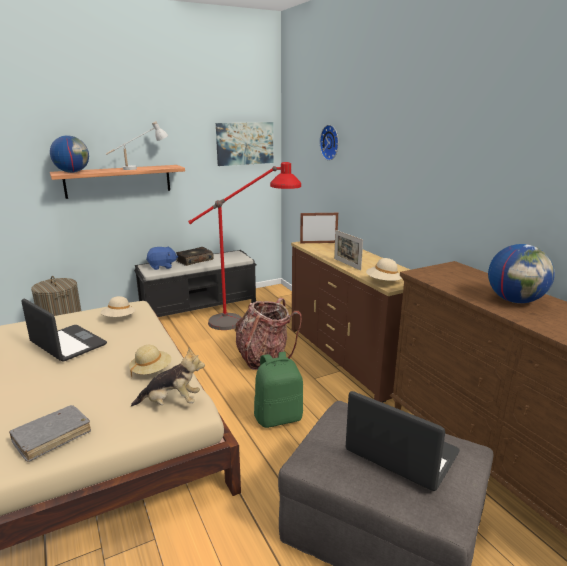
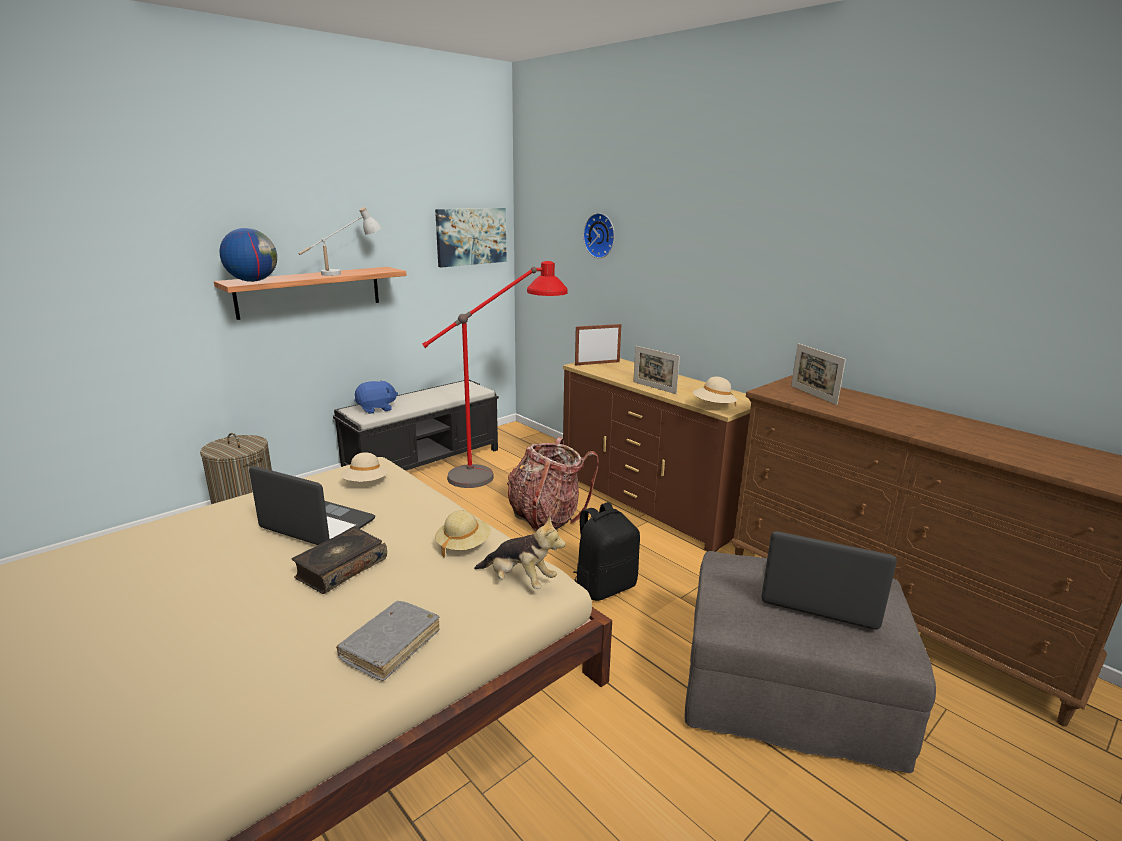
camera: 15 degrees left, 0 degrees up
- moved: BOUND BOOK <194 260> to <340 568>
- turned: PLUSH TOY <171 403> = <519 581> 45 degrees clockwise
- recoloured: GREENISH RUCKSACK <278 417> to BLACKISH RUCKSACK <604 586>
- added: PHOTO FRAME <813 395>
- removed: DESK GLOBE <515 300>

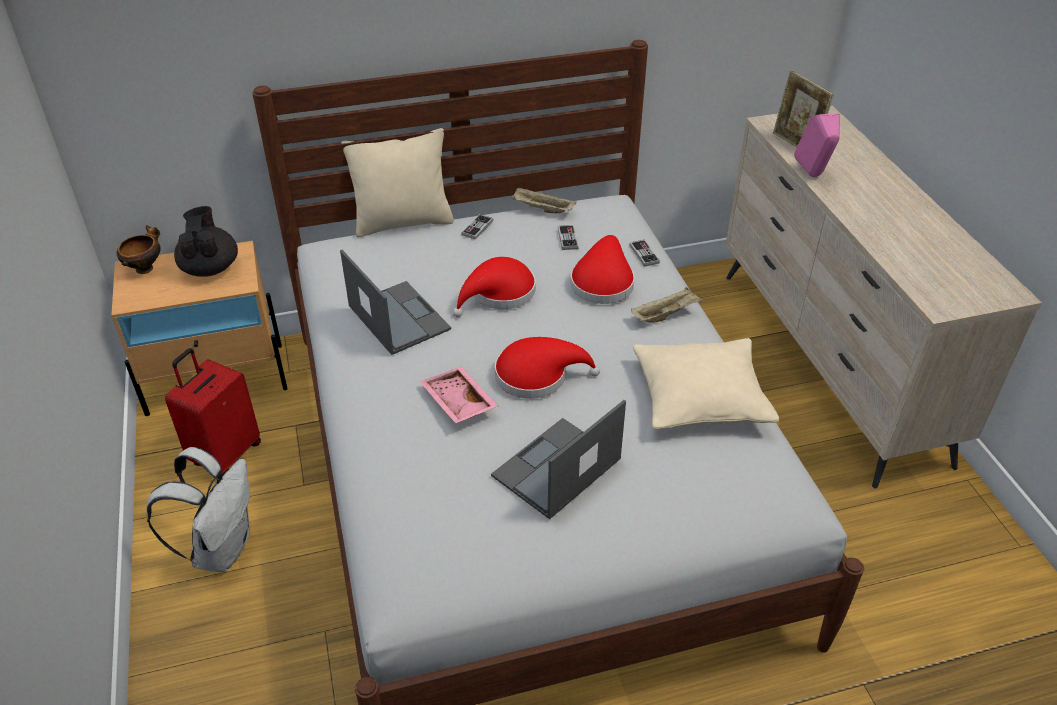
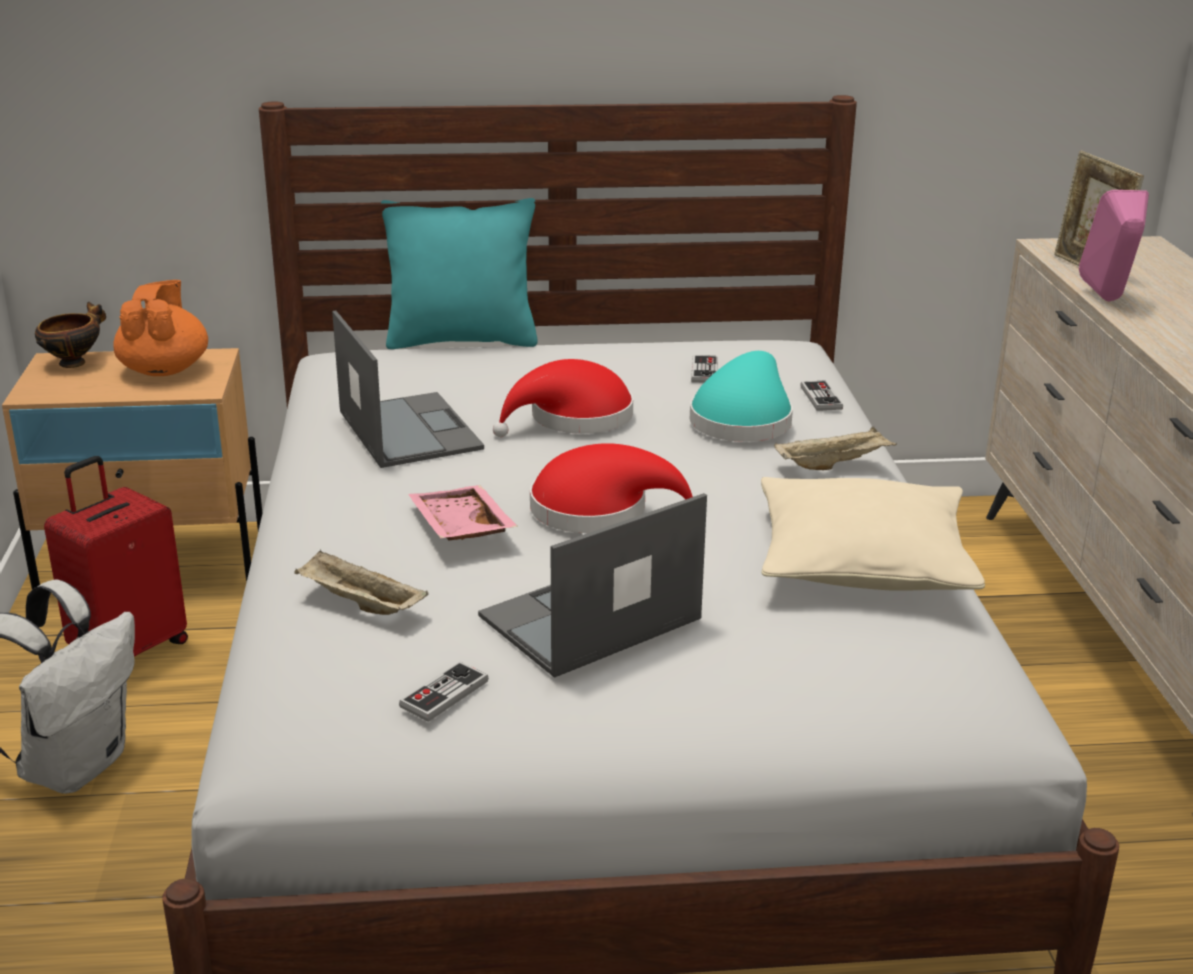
camera: 10 degrees right, 15 degrees down
- recoloured: BLACKISH TEA POT <210 267> to ORANGE-COLOURED TEA POT <165 369>
- moved: SAND-COLOURED CARRYING TRAY <542 209> to <359 604>
- recoloured: SAND-COLOURED CUSHION <403 222> to BLUE-GREEN CUSHION <462 340>
- moved: JOYPAD <477 228> to <444 694>
- recoloured: RED HAT <602 282> to BLUE-GREEN HAT <743 420>

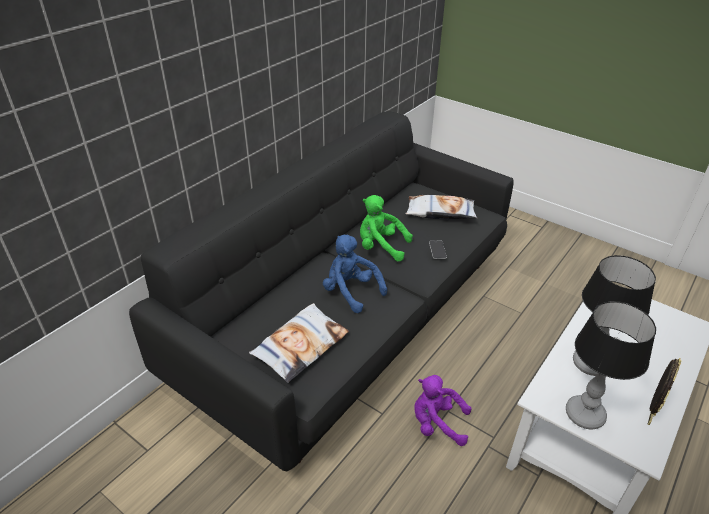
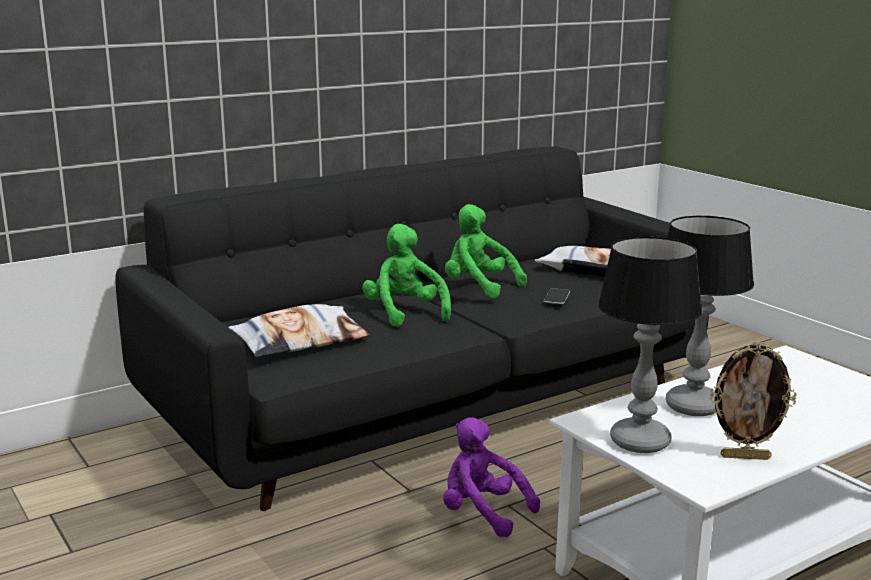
camera: 20 degrees right, 20 degrees down
- recoloured: BLUISH PLUSH TOY <351 291> to GREENISH PLUSH TOY <404 313>
- turned: PHOTO FRAME <649 414> = <745 457> 45 degrees clockwise

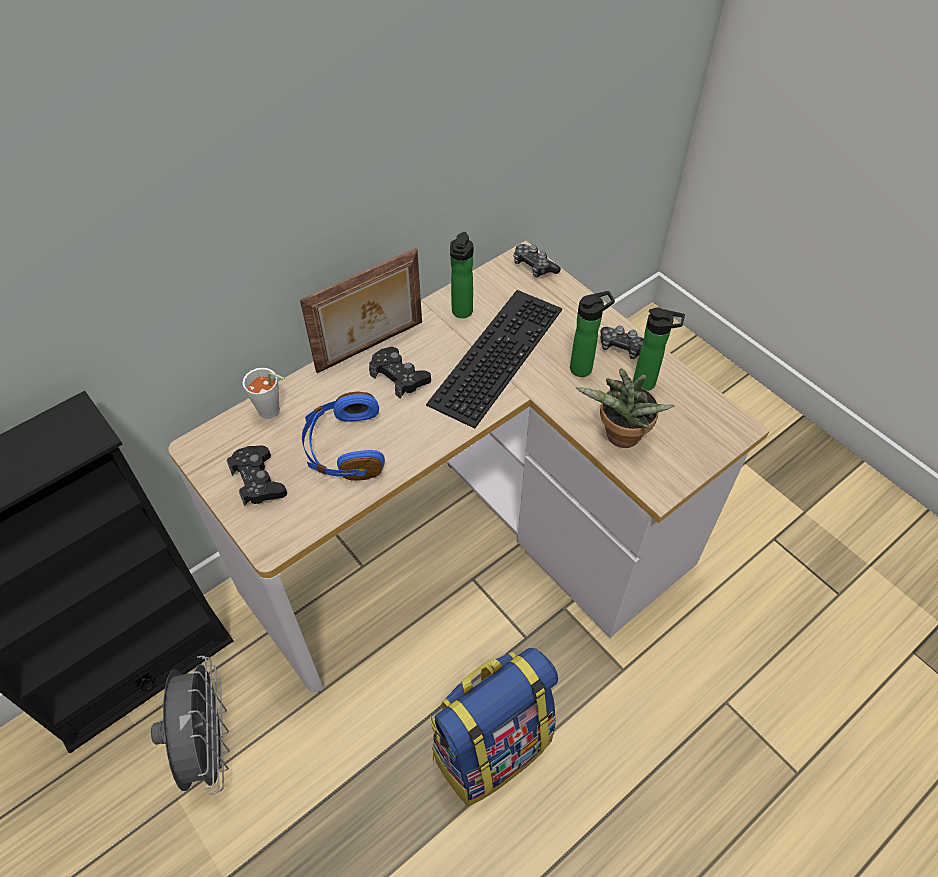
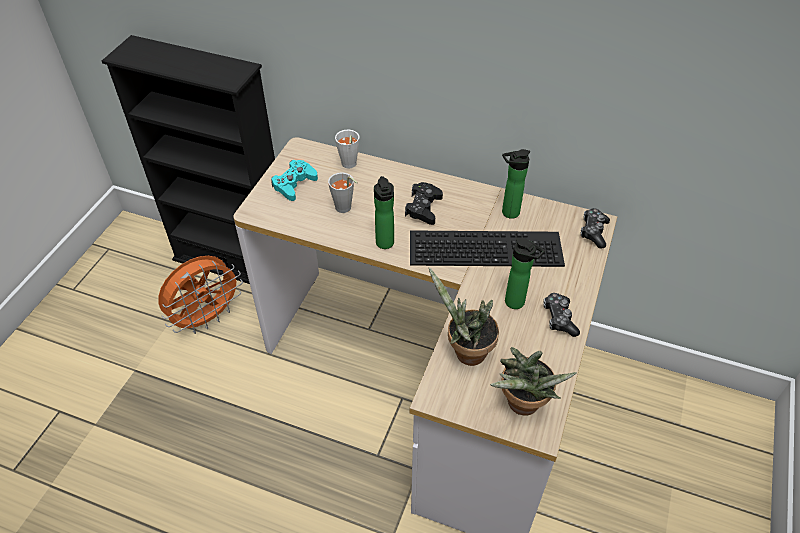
camera: 60 degrees right, 5 degrees down
- recoloured: GRAY ELECTRIC FAN <209 745> to ORANGE-COLOURED ELECTRIC FAN <207 318>
- recoloured: BLACKISH JOYPAD <258 481> to BLUE-GREEN JOYPAD <294 184>
- replaced: BLUISH PAIR OF HEADPHONES <344 448> to GRAY DRINKING CUP <345 209>
- moved: BEVERAGE BOTTLE <648 383> to <385 245>
- added: PLANT IN A POT <522 406>
- removed: PHOTO FRAME <371 348>
- removed: RUCKSACK <491 745>

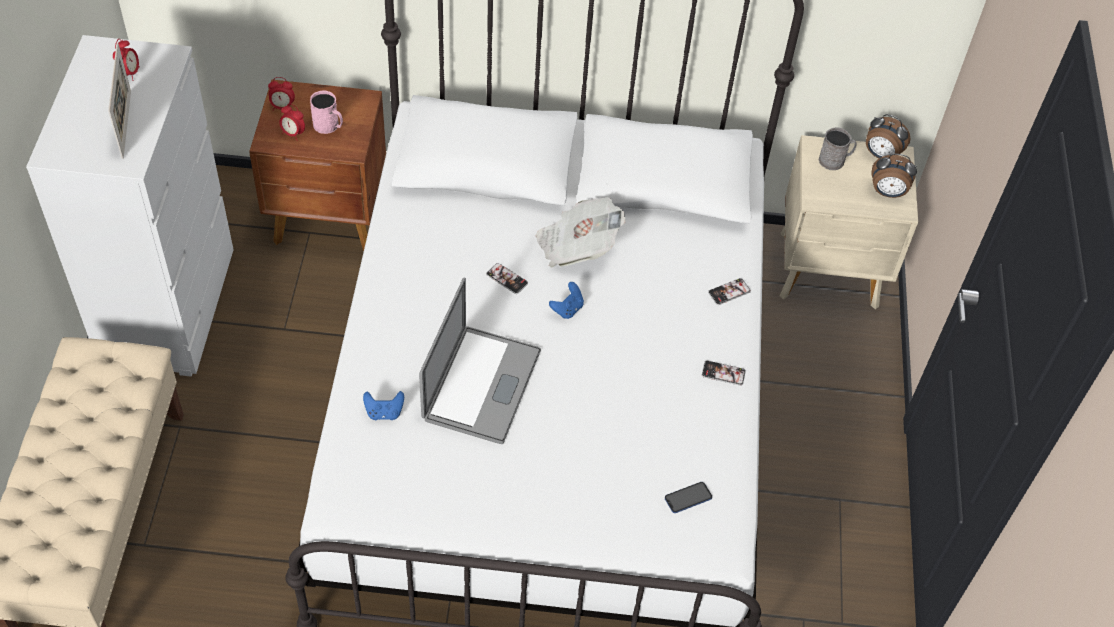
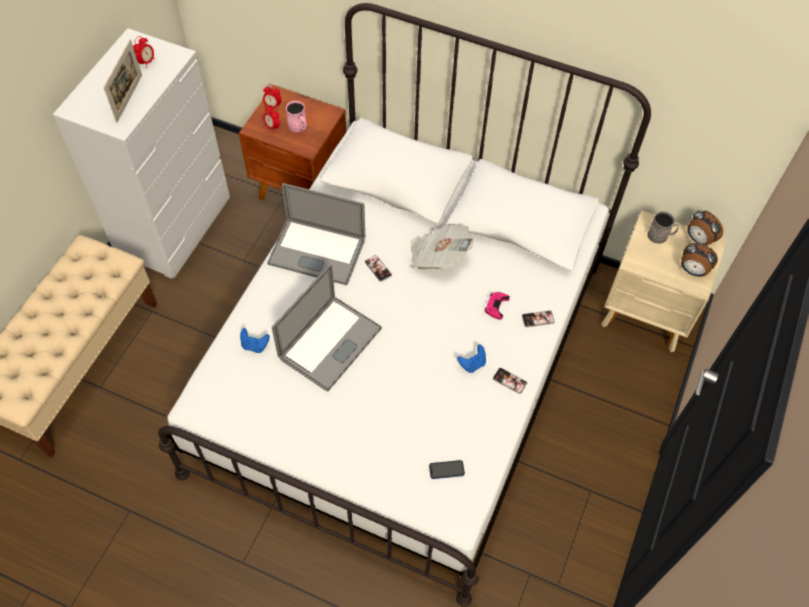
camera: 20 degrees right, 5 degrees up
- added: PORTABLE COMPUTER <317 251>
- moved: BLUISH JOYPAD <567 309> to <472 364>
- added: PINK JOYPAD <496 306>

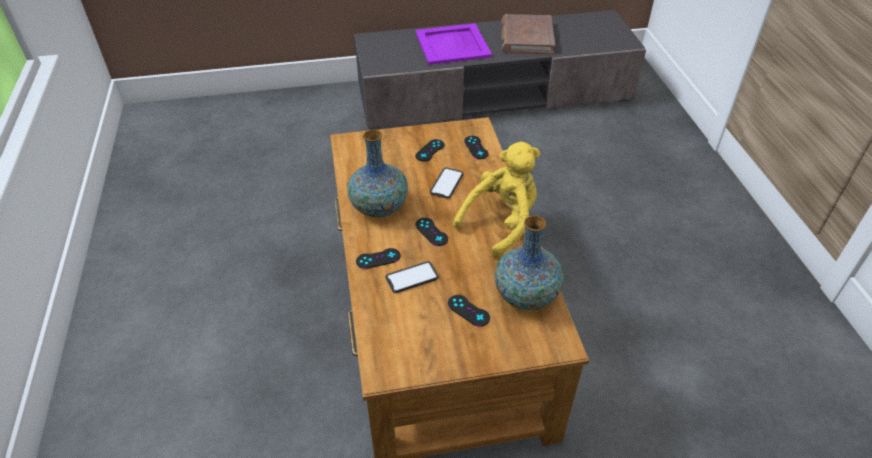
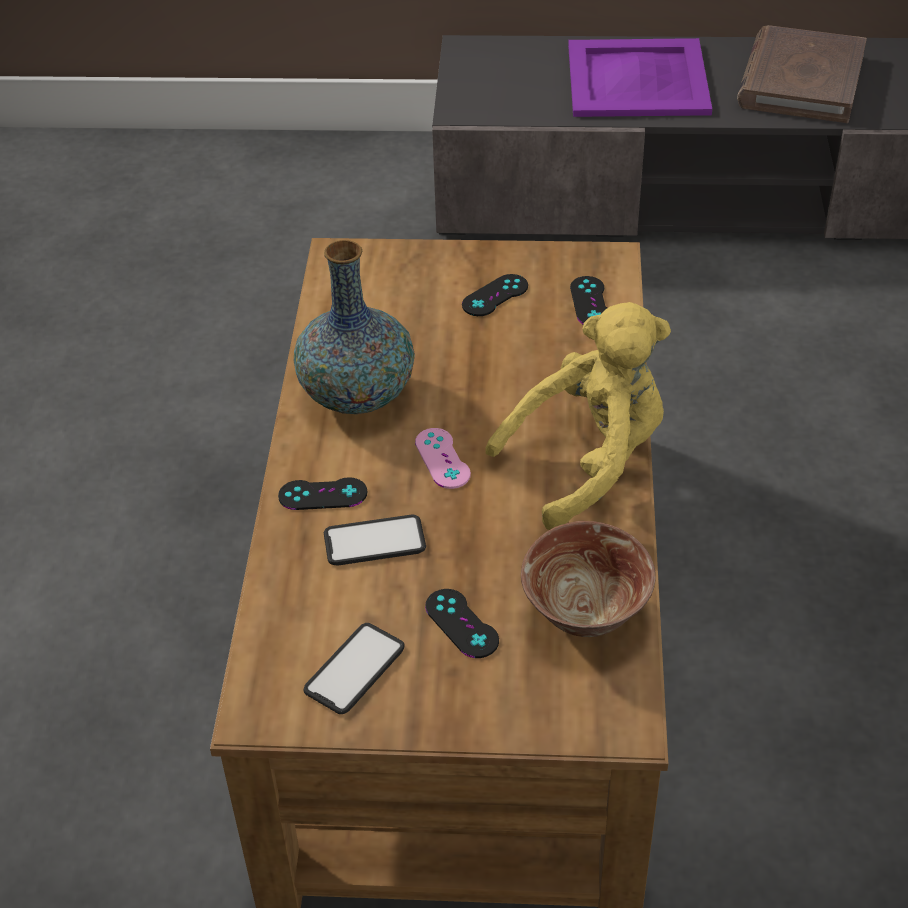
camera: 15 degrees right, 0 degrees up
- moved: PHONE <446 183> to <354 669>
- recoloured: BLACKISH JOYPAD <431 232> to PINK JOYPAD <442 458>
- replaced: DECORATIVE VASE <526 295> to DEEP DISH <586 614>

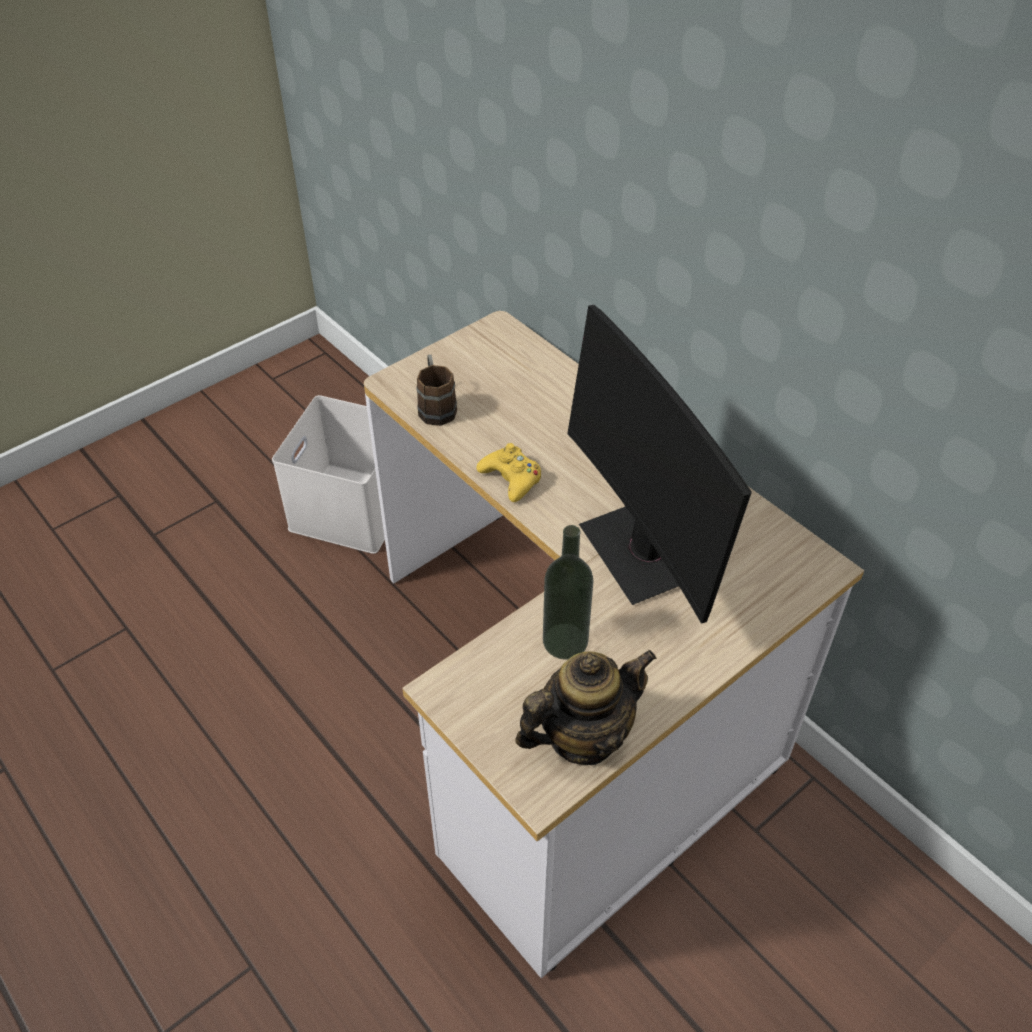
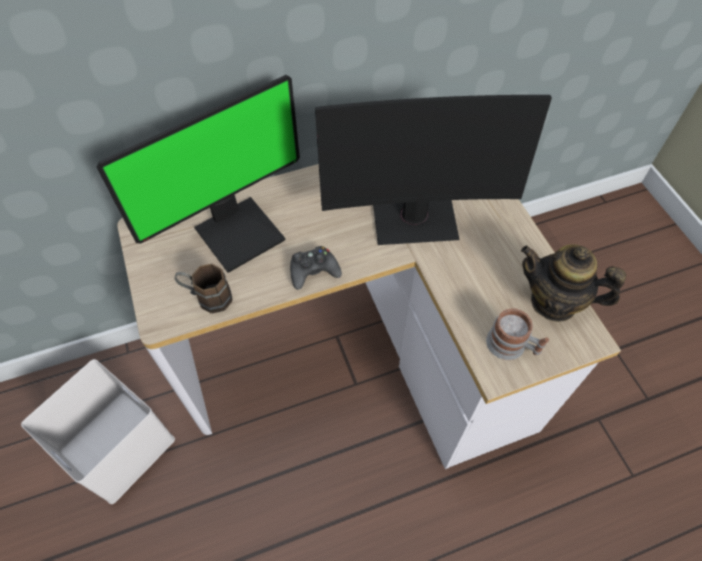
camera: 70 degrees left, 10 degrees up
- added: MONITOR <238 231>
- recoloured: YELLOW JOYPAD <511 478> to BLACKISH JOYPAD <313 271>
- added: COFFEE MUG <512 346>
- turned: TEA POT <582 736> = <554 302> 60 degrees counterclockwise
- removed: BEVERAGE BOTTLE <565 641>

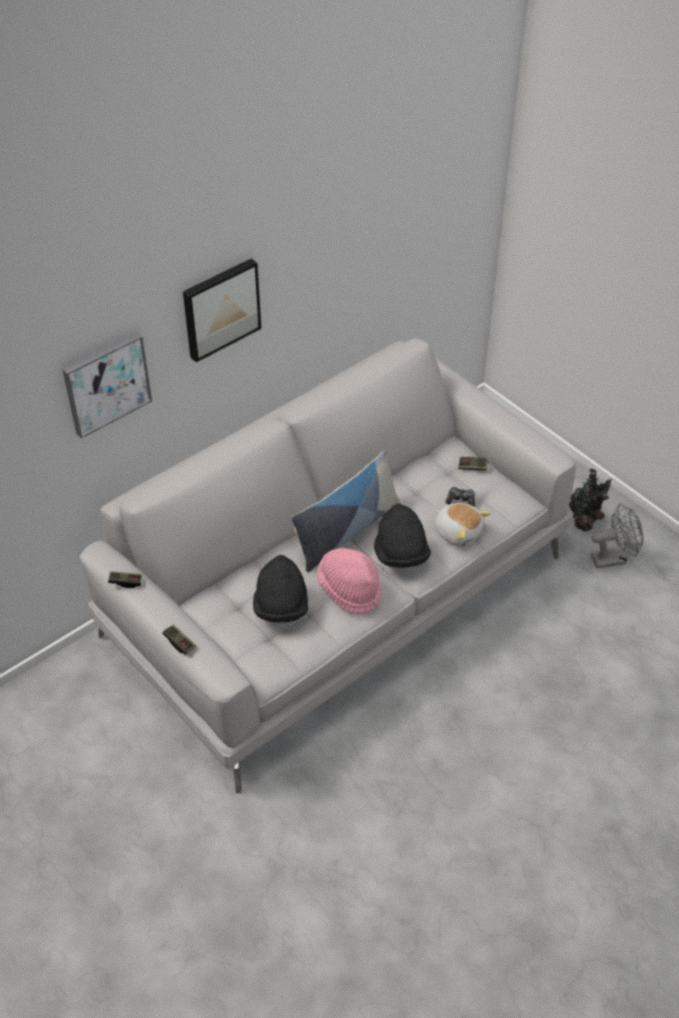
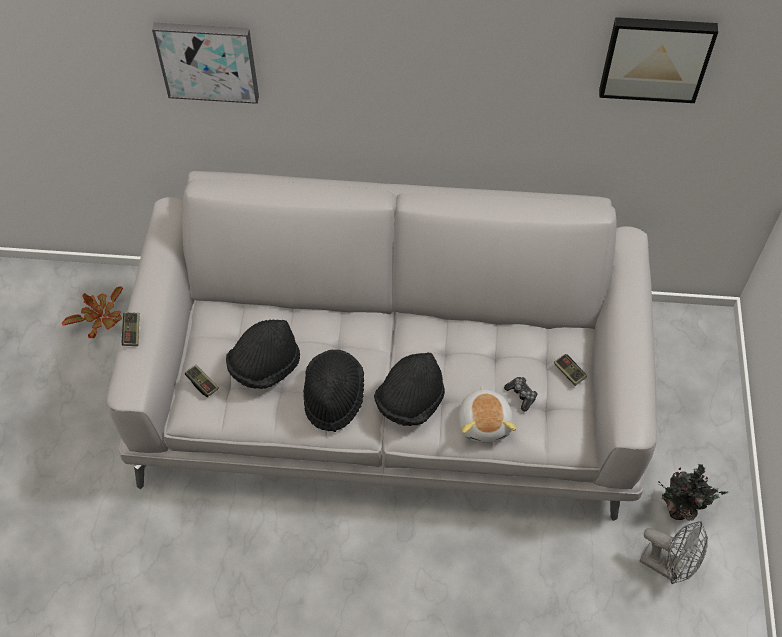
camera: 45 degrees right, 10 degrees up
- added: PLANT IN A POT <100 318>
- moved: JOYPAD <125 582> to <202 383>
- recoloured: PINK HAT <350 589> to BLACKISH HAT <333 397>
- moved: WALL ART <220 308> to <656 57>
- removed: CUSHION <346 531>

